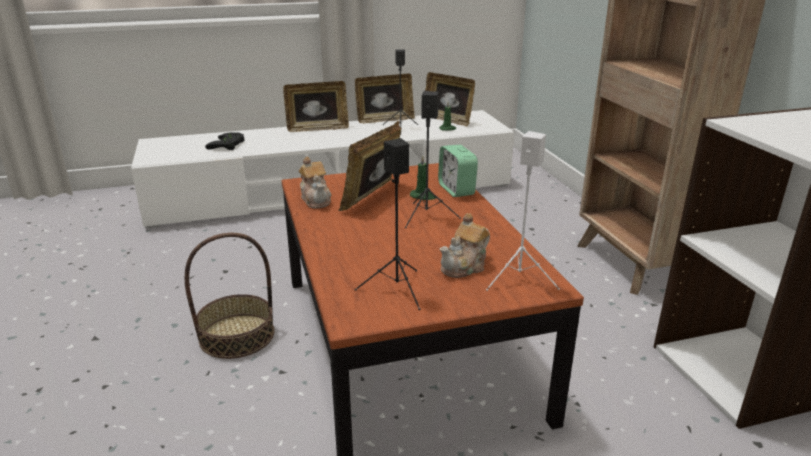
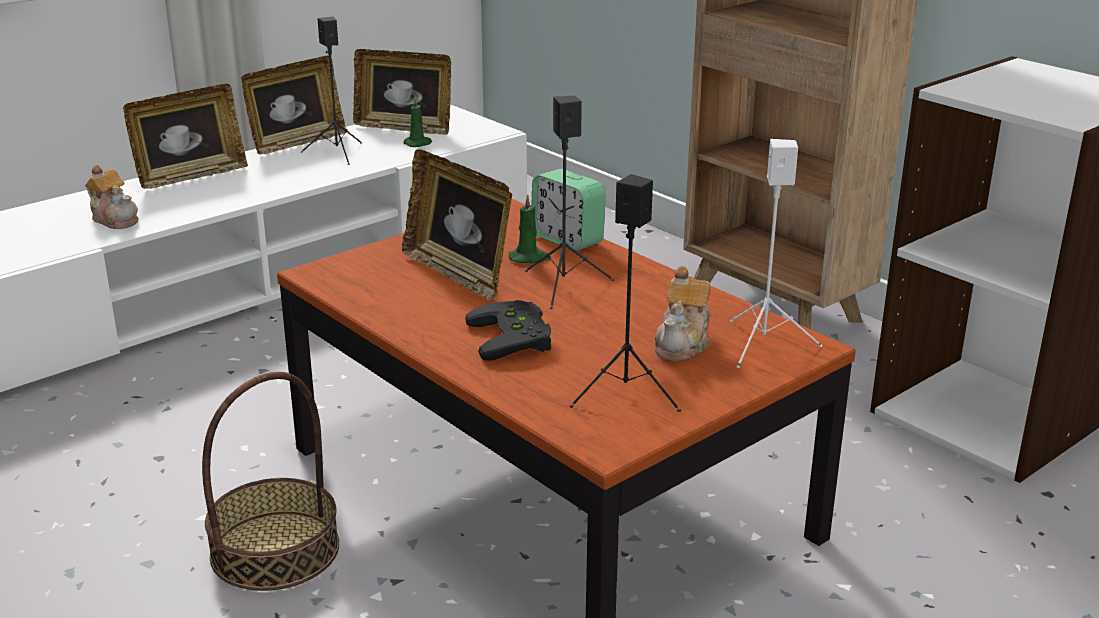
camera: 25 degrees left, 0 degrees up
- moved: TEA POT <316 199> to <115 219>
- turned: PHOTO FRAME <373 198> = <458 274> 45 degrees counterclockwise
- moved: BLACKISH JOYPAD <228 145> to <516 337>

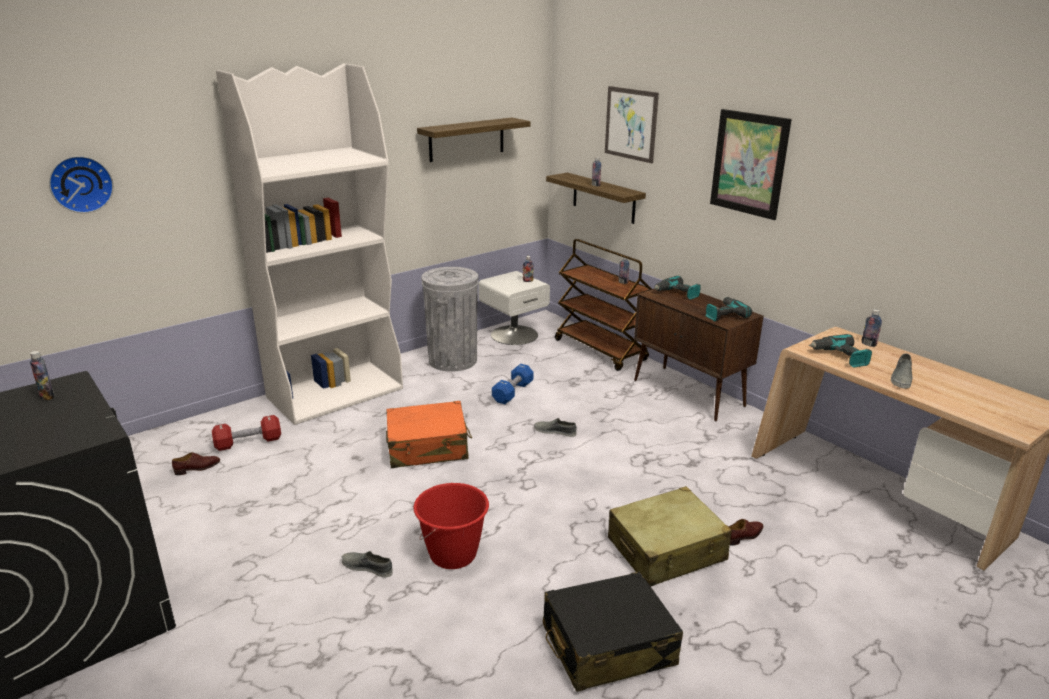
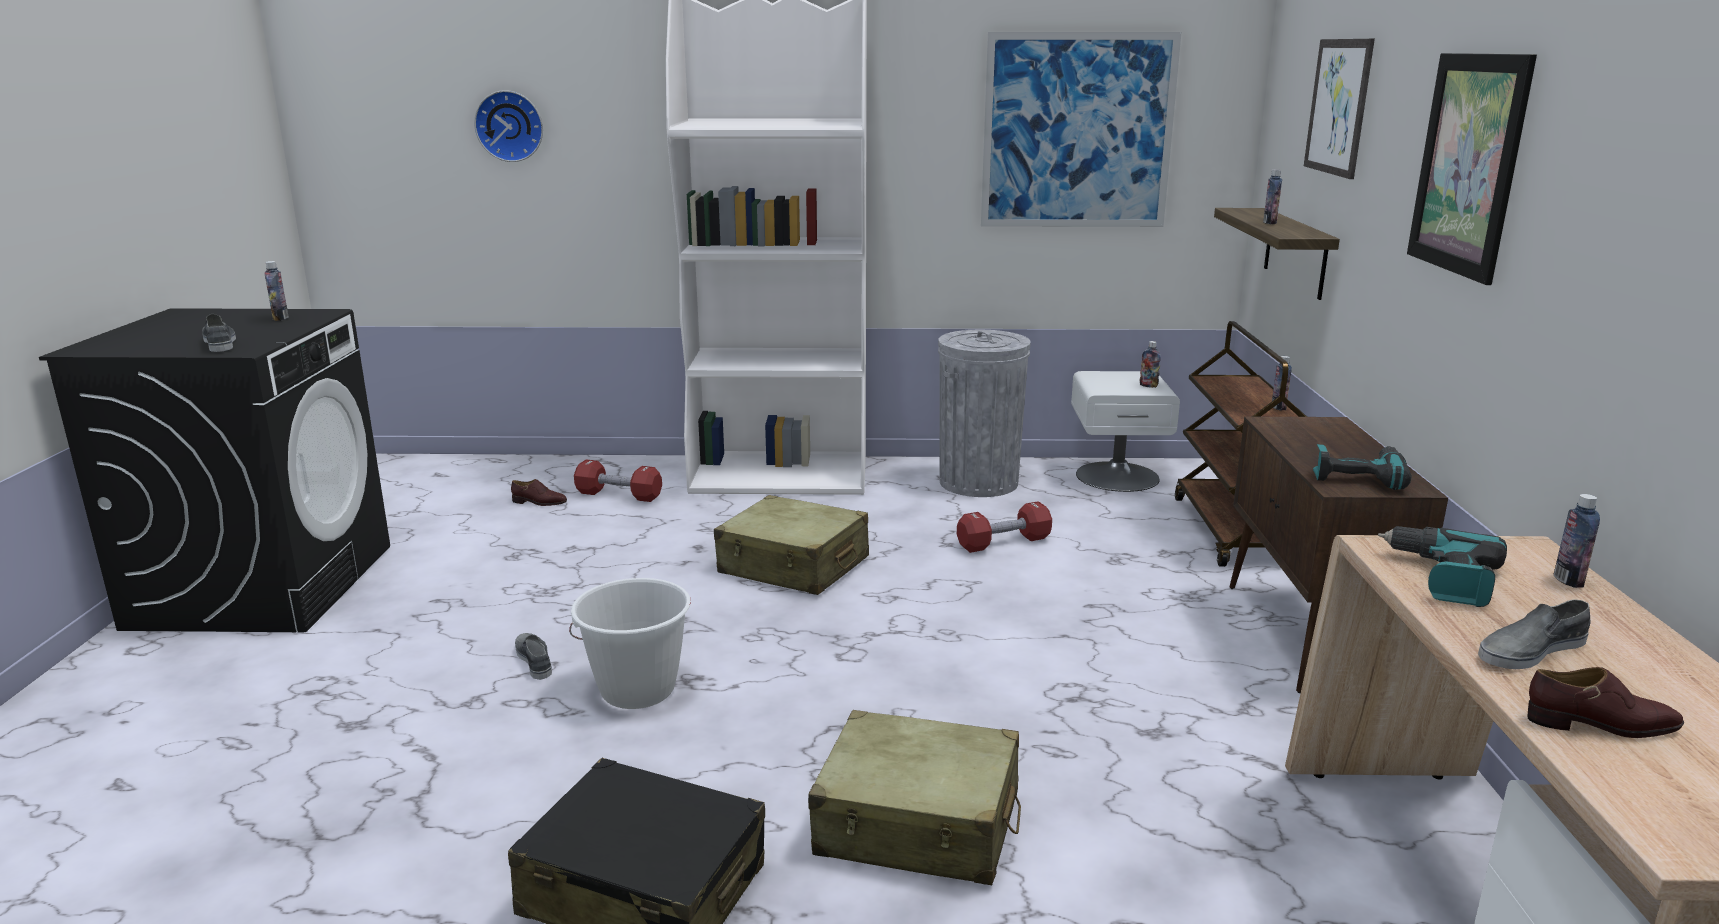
camera: 40 degrees right, 5 degrees down
- moved: GRAY ITEM OF FOOTWEAR <555 431> to <220 343>
- recoloured: RED WATER BUCKET <453 554> to WHITE-COLOURED WATER BUCKET <638 690>
- recoloured: ORANGE-COLOURED TRAVEL CASE <428 447> to SAND-COLOURED TRAVEL CASE <793 566>
- recoloured: BLUISH DUMBBELL <512 392> to RED DUMBBELL <1003 543>
- replaced: SHELF <466 139> to WALL ART <1077 131>
- moved: BROWN ITEM OF FOOTWEAR <744 536> to <1602 724>
- removed: DRILL <677 294>

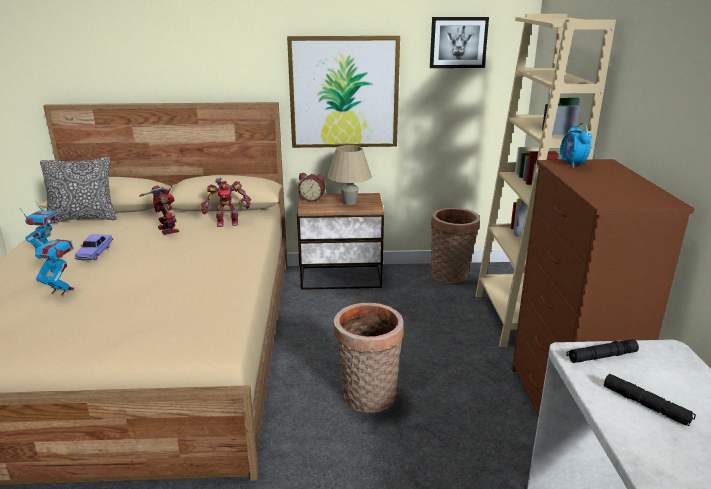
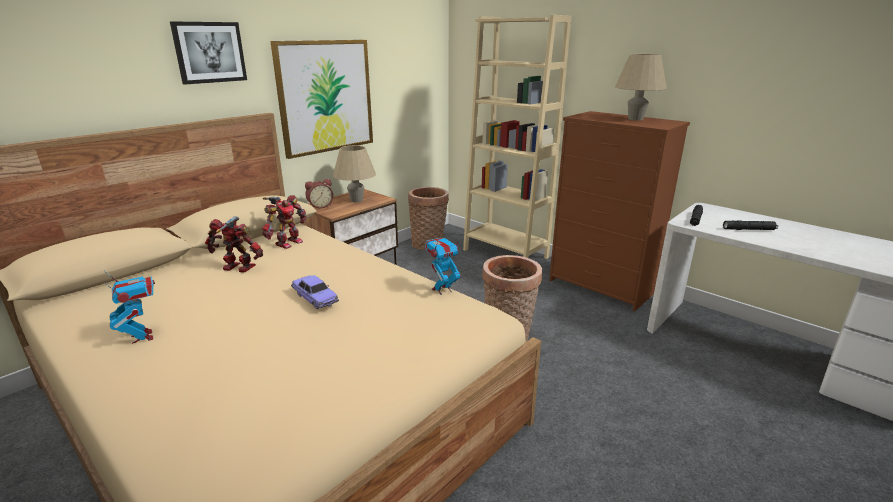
camera: 45 degrees left, 0 degrees up
- moved: WALL ART <458 42> to <209 52>
- moved: TOY CAR <95 253> to <315 298>
- moved: TOY ROBOT <61 290> to <442 290>
- added: SAND-COLOURED TABLETOP LAMP <635 119>
- removed: CUSHION <84 218>
- removed: TABLE CLOCK <572 164>

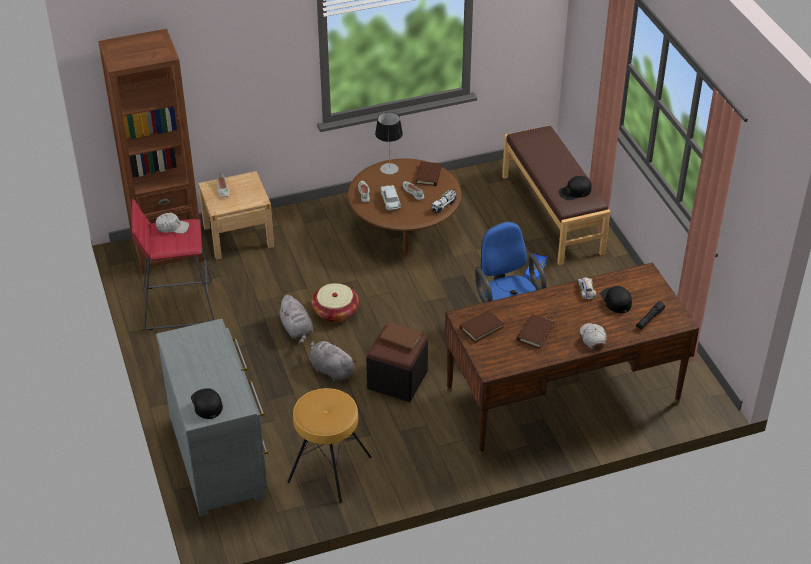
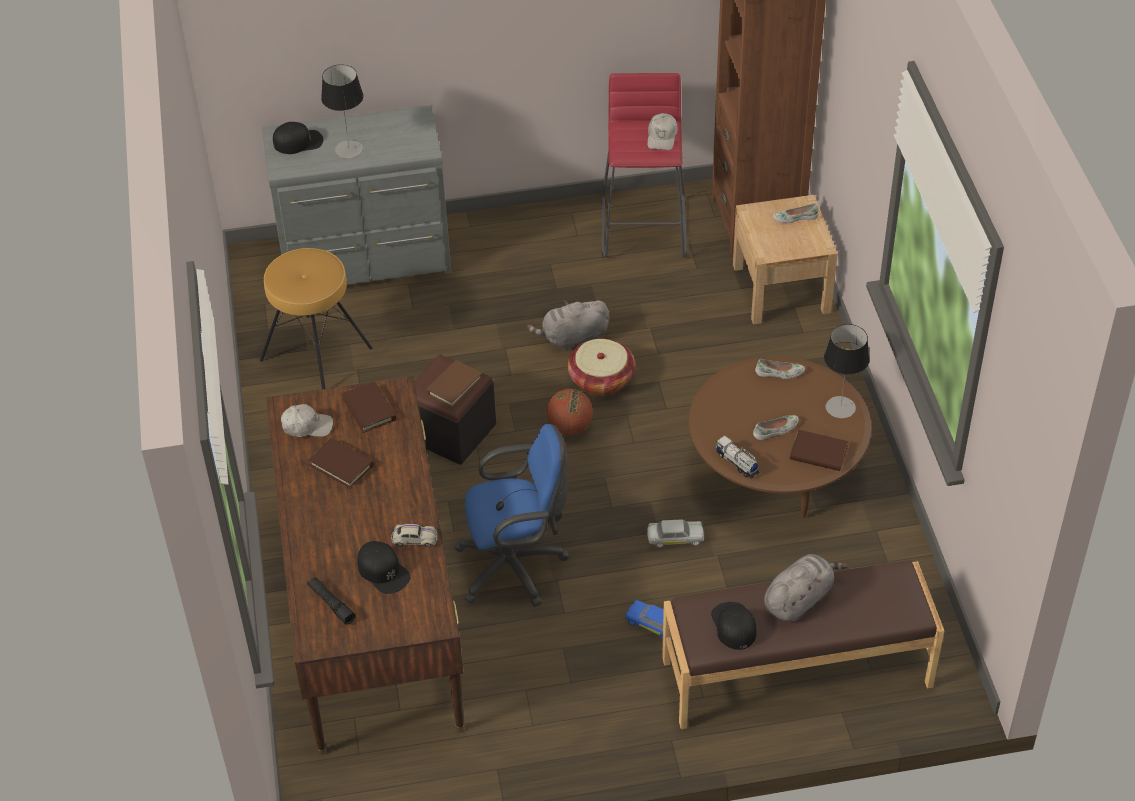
camera: 100 degrees right, 5 degrees up
- moved: WHITE-COLOURED PEAKED CAP <592 338> to <307 426>
- added: TABLETOP LAMP <349 149>
- turned: BLACKISH PEAKED CAP <616 300> = <383 571> 60 degrees clockwise
- added: BALL FOR BASKETBALL <570 427>
- moved: WHITE-COLOURED TOY CAR <390 201> to <675 538>
- moved: GRAY PLUSH TOY <331 370> to <799 599>

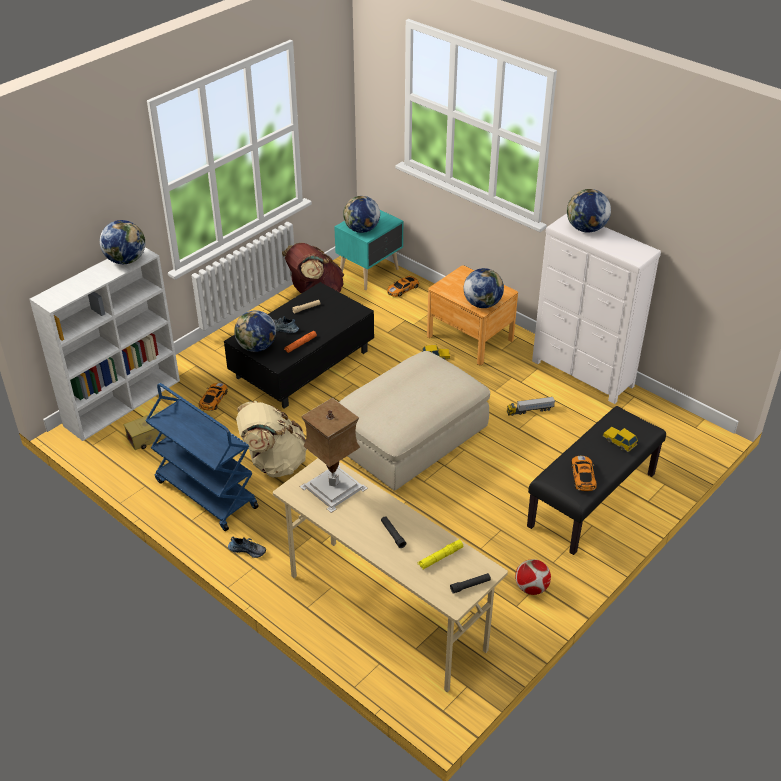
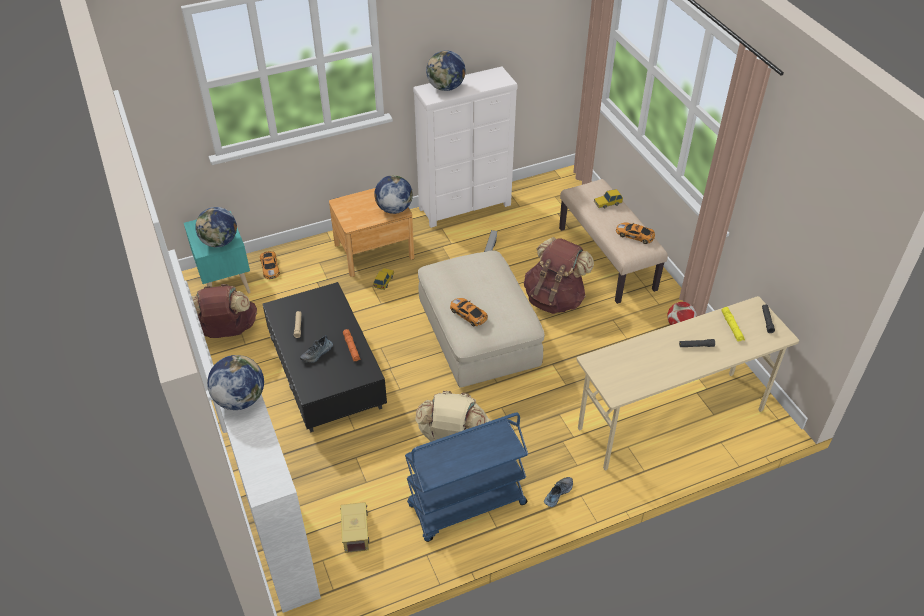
camera: 65 degrees left, 5 degrees up
- moved: TOY CAR <213 399> to <468 314>
- added: BROWN RUCKSACK <554 299>
- recoloured: BLACKISH BENCH <592 501> to SAND-COLOURED BENCH <607 259>
- removed: DESK GLOBE <257 347>
- removed: TABLETOP LAMP <333 488>

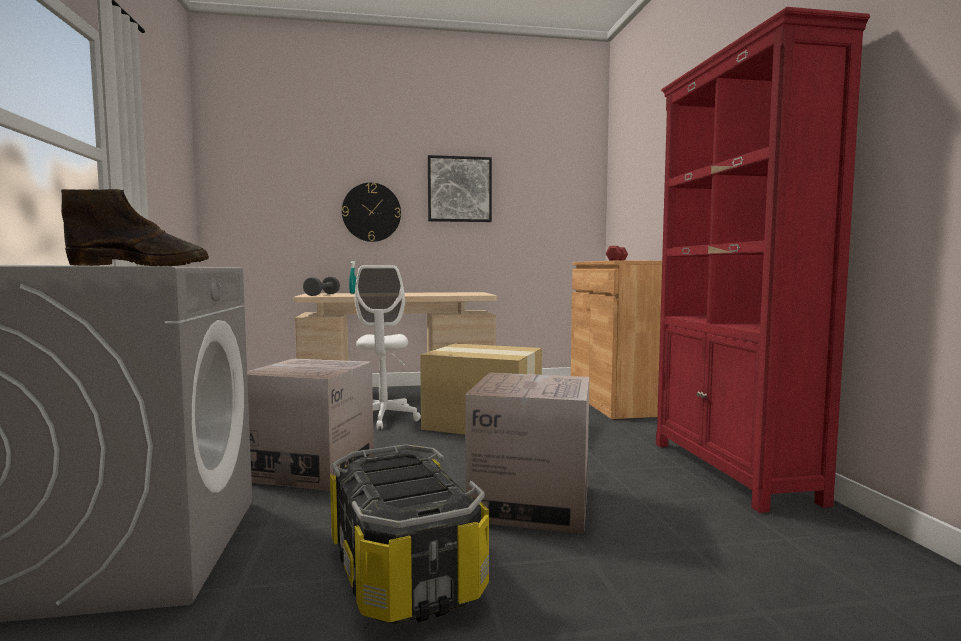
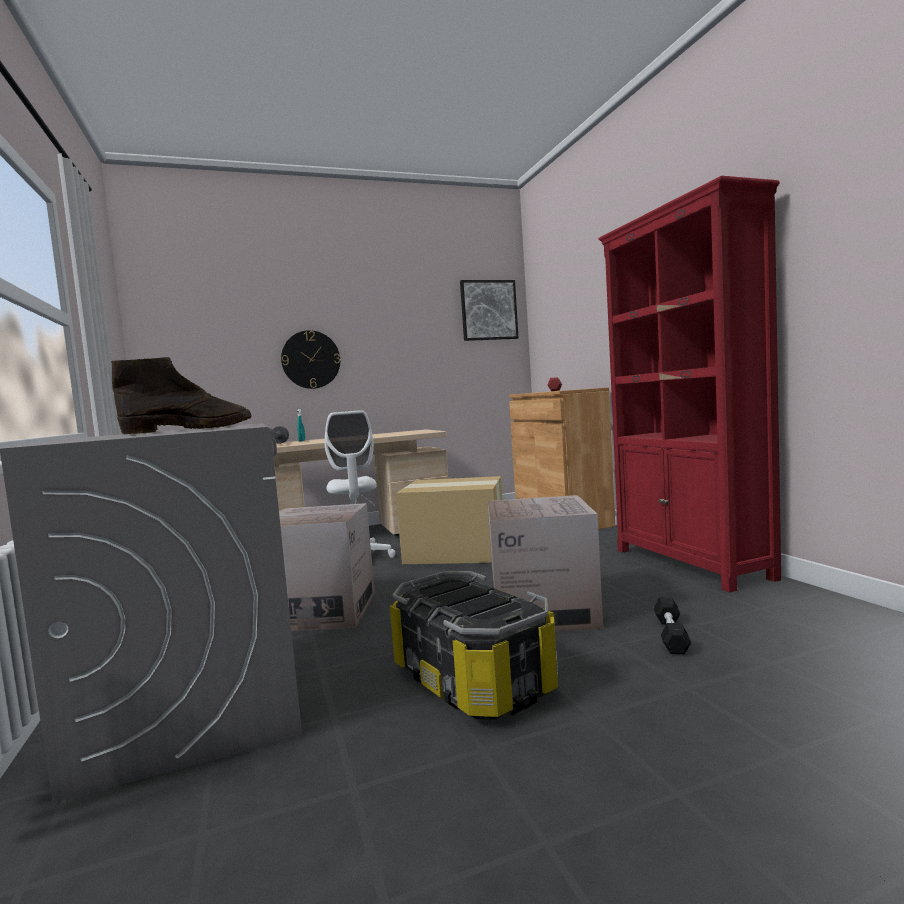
camera: 10 degrees left, 0 degrees up
- moved: WALL ART <459 189> to <488 310>
- added: BLACKISH DUMBBELL <671 635>

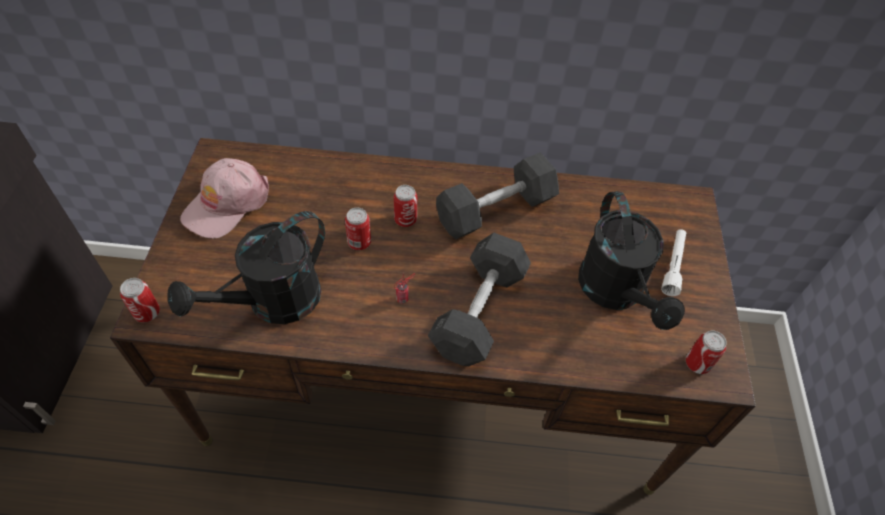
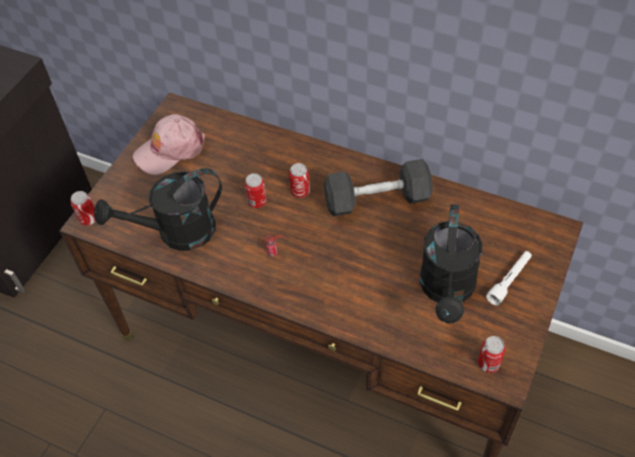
camera: 25 degrees right, 0 degrees up
- removed: GRAY DUMBBELL <479 311>

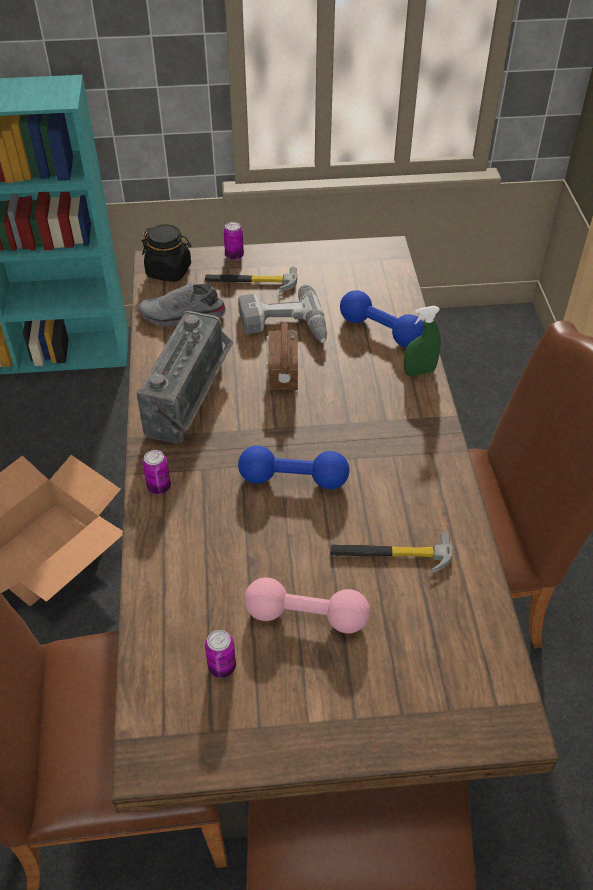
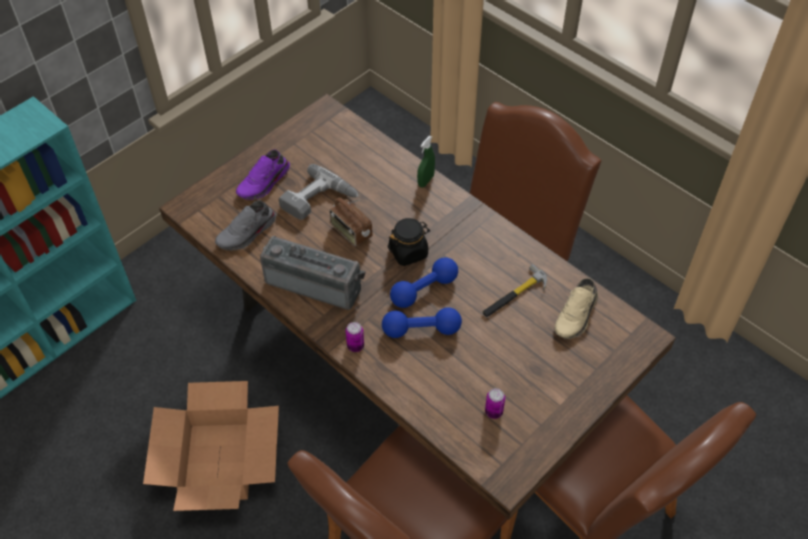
camera: 40 degrees left, 5 degrees up
- replaced: HAMMER <251 282> to PURPLE-COLOURED ITEM OF FOOTWEAR <264 183>
- turned: RADIO RECEIVER <192 400> = <315 282> 45 degrees counterclockwise
- moved: BLUISH DUMBBELL <380 331> to <421 330>
- moved: BLACKISH PRESERVE JAR <169 271> to <408 252>
- added: SAND-COLOURED ITEM OF FOOTWEAR <577 315>
- removed: METAL CAN <234 256>
- removed: PINK DUMBBELL <306 616>

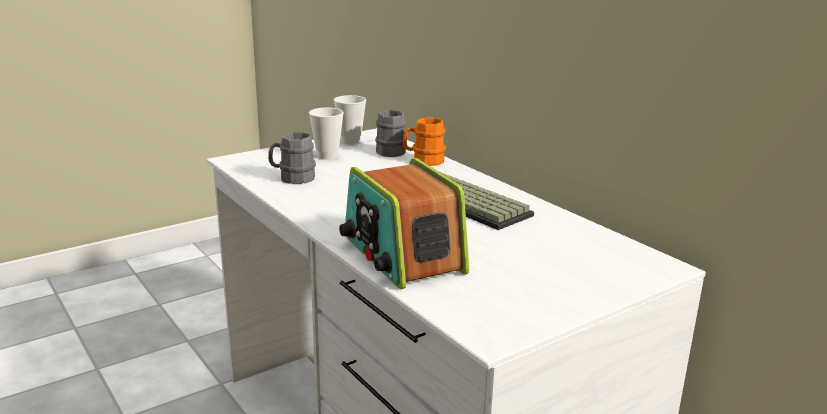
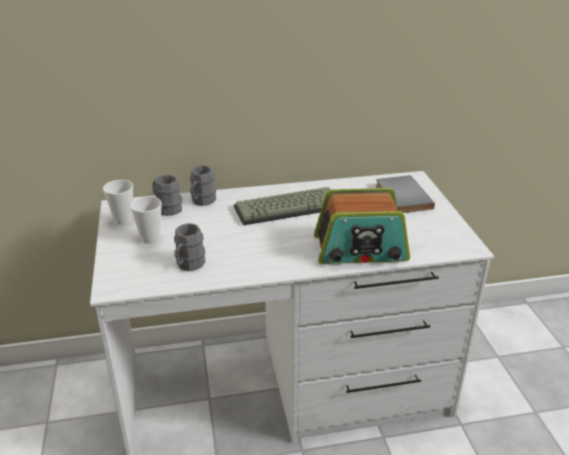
camera: 65 degrees left, 10 degrees up
- recoloured: ORANGE-COLOURED COFFEE MUG <424 161> to GRAY COFFEE MUG <202 201>
- added: GRAY BOUND BOOK <401 197>

